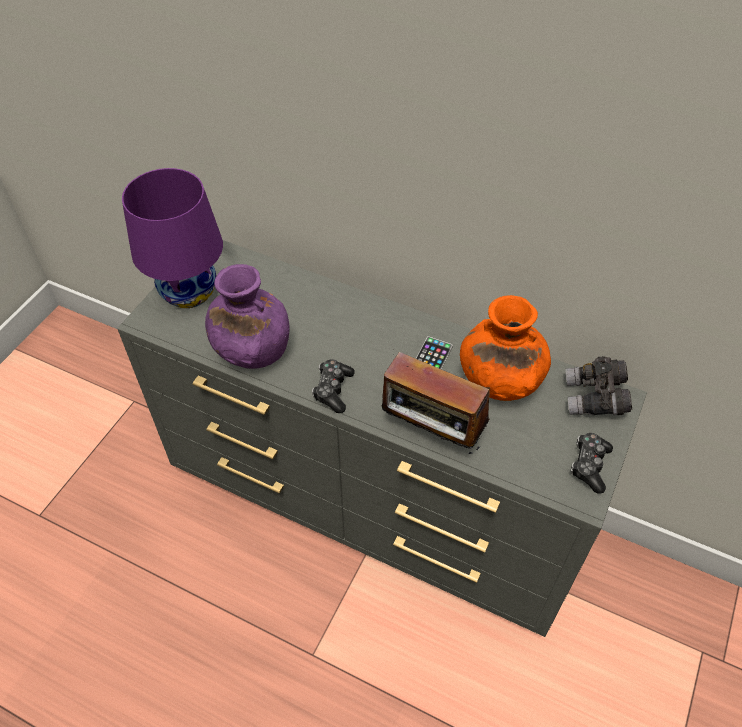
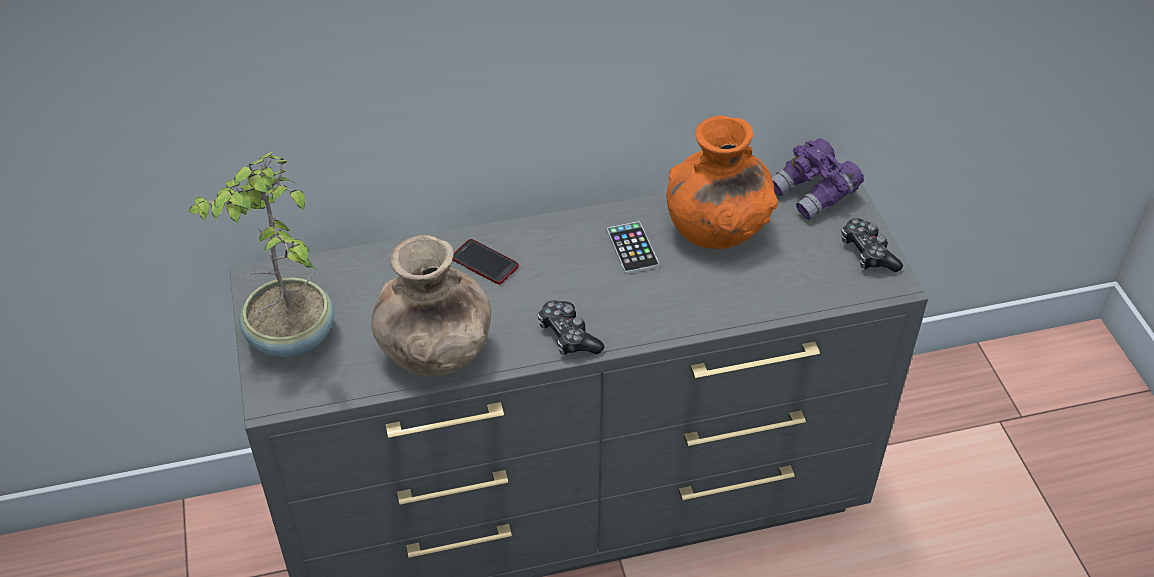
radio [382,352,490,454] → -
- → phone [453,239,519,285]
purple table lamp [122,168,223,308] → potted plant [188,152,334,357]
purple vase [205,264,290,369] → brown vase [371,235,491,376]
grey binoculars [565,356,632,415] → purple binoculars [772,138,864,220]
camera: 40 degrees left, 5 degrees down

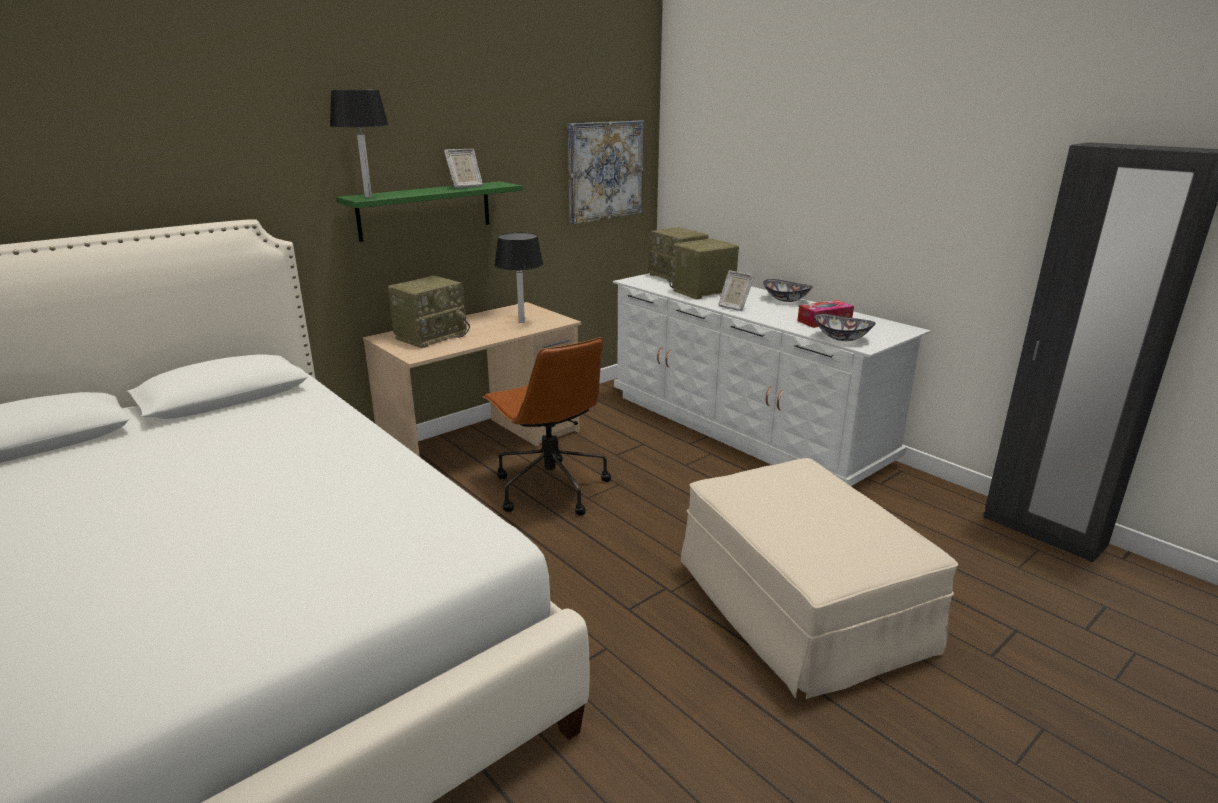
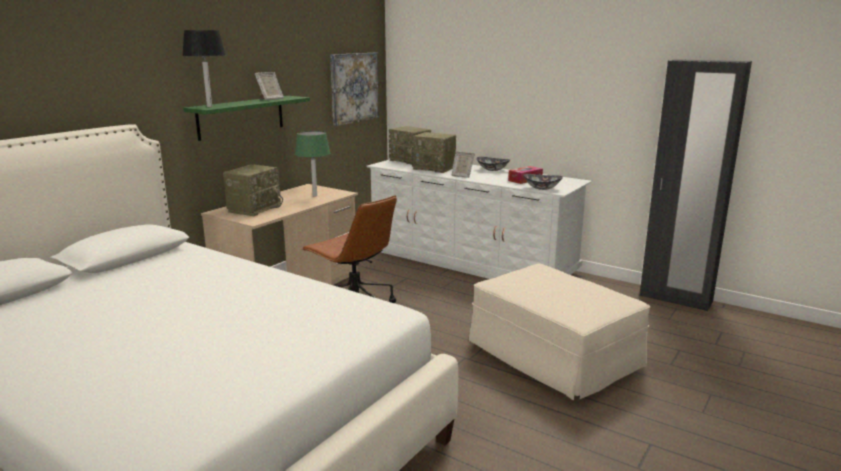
black table lamp [494,232,543,323] → green table lamp [295,131,331,196]
radio [669,239,739,300] → radio [412,132,456,173], 105 degrees counterclockwise
camera: 15 degrees left, 5 degrees down

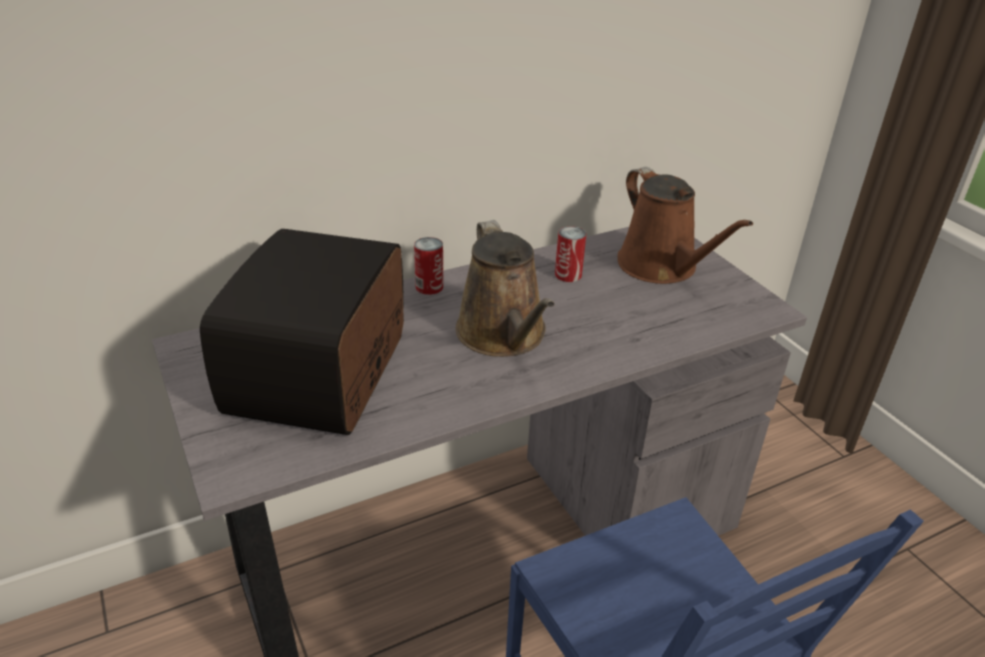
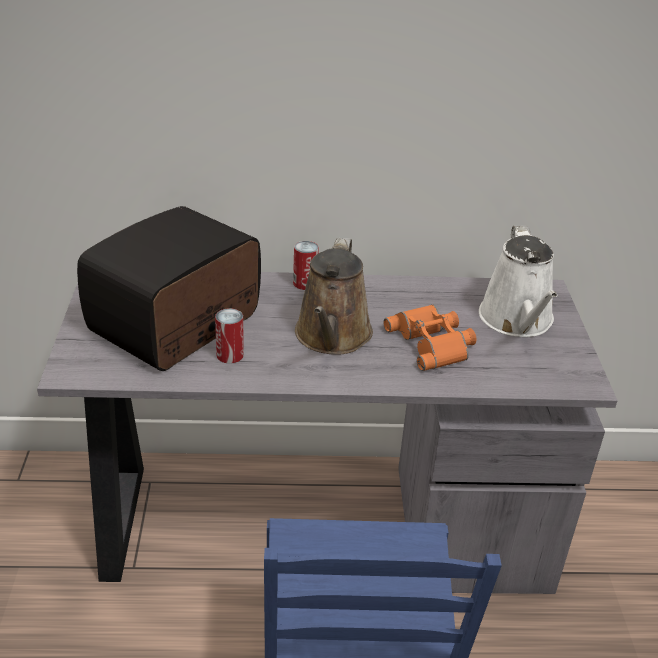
- → orange binoculars [383,305,476,371]
can [555,226,586,282] → can [215,308,244,364], move
brown watering can [618,167,753,284] → white watering can [479,226,557,337]
camera: 25 degrees right, 0 degrees up

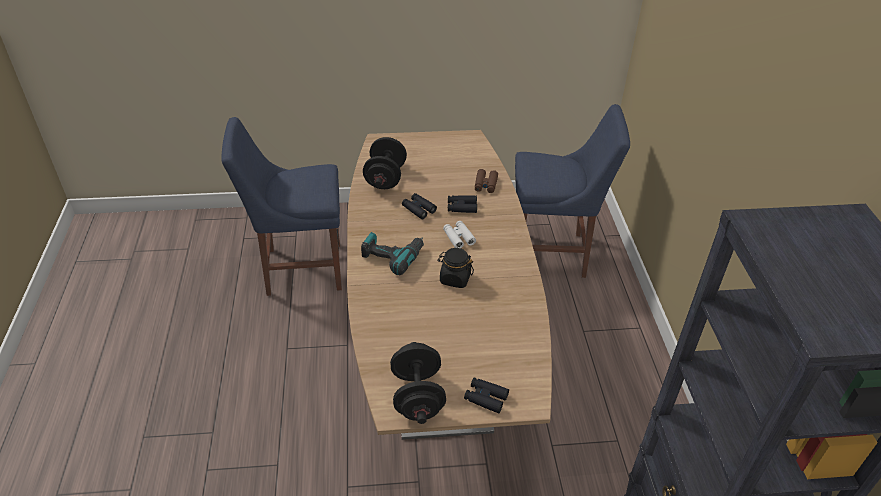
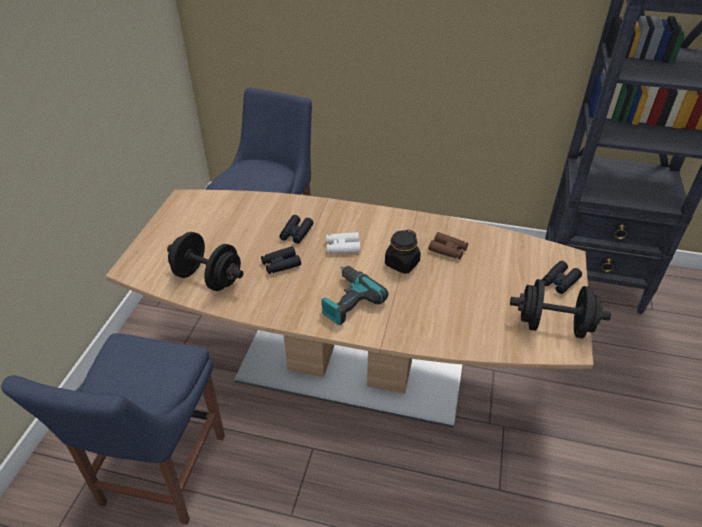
brown binoculars [475,169,498,193] → brown binoculars [429,232,468,259], move
camera: 70 degrees left, 0 degrees up

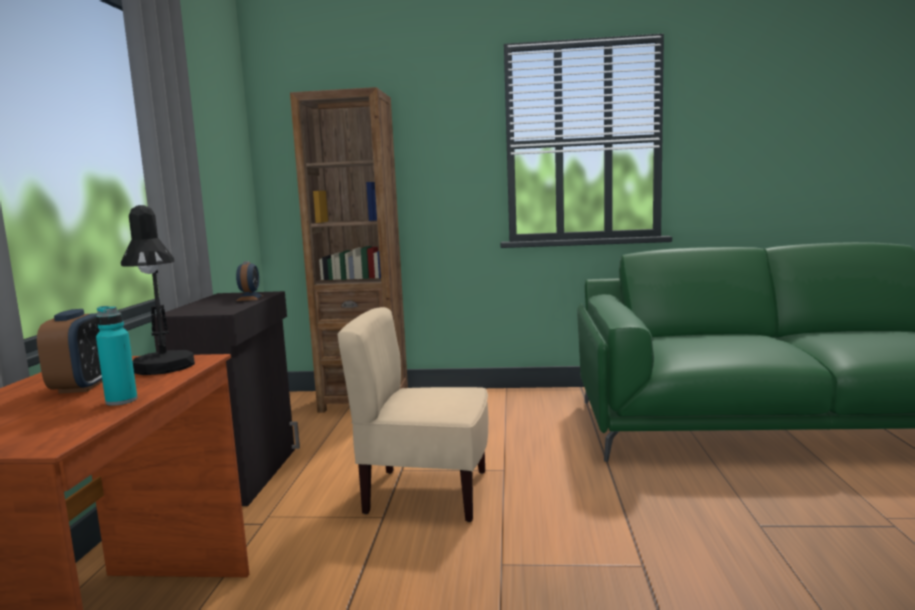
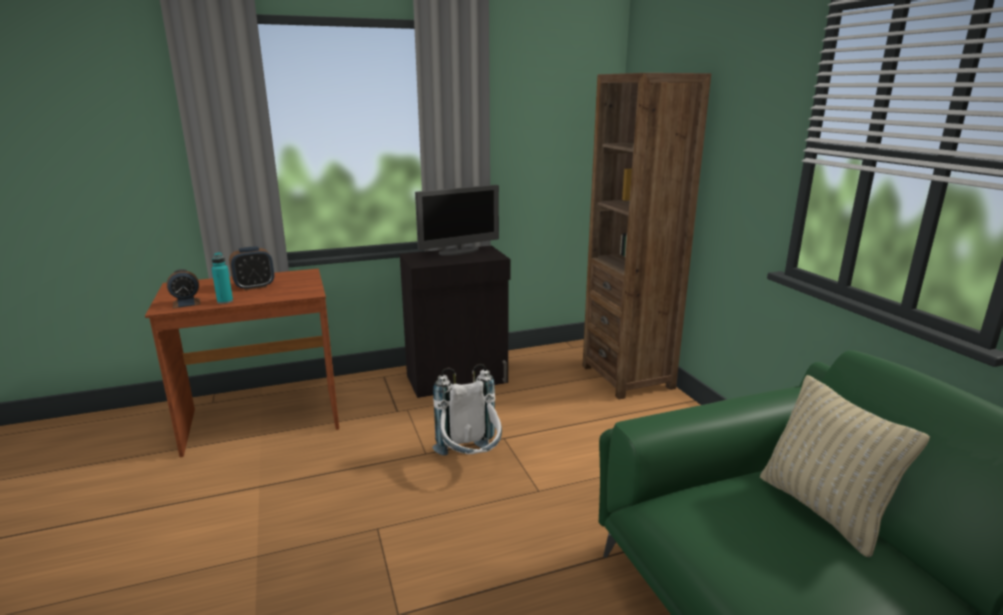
black table lamp [121,205,195,375] → -
- → monitor [415,185,499,256]
- → beige pillow [760,375,930,558]
alarm clock [236,261,264,301] → alarm clock [167,269,201,308], move
beige chair [337,307,489,522] → white backpack [432,364,502,456]
camera: 65 degrees right, 10 degrees up

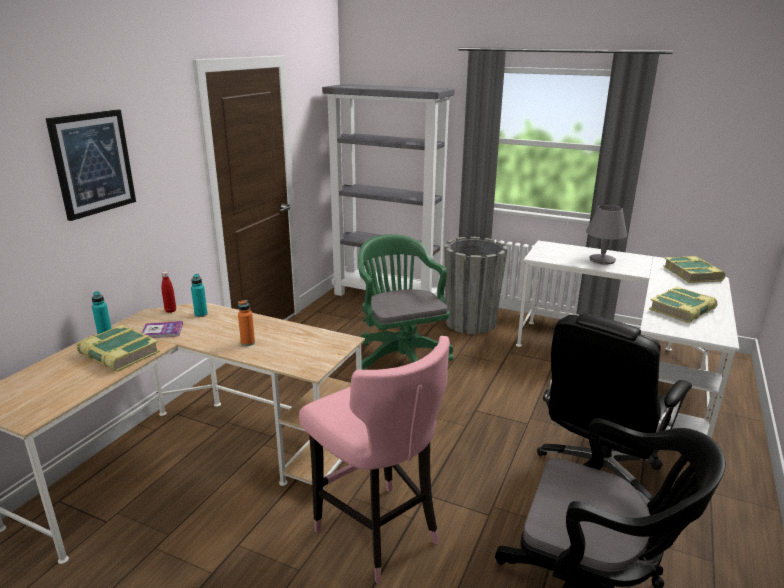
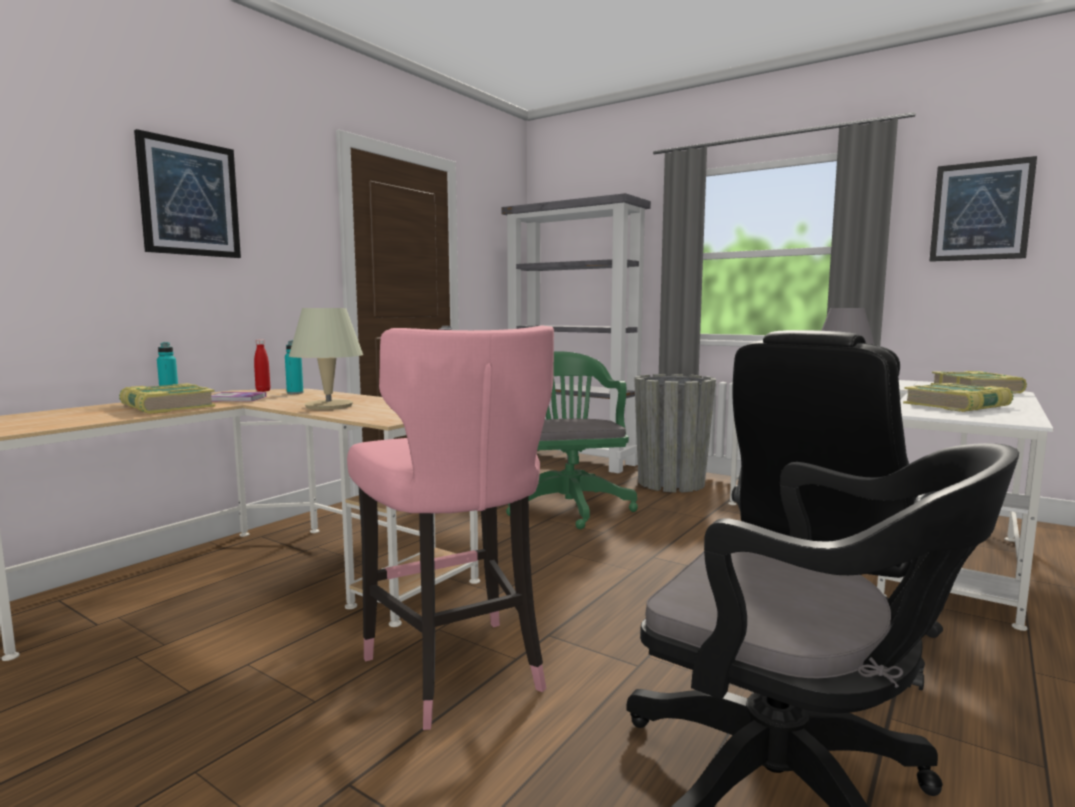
- → picture [930,156,1037,262]
orange bottle [238,300,255,346] → beige table lamp [289,308,363,410]
camera: 10 degrees right, 15 degrees down

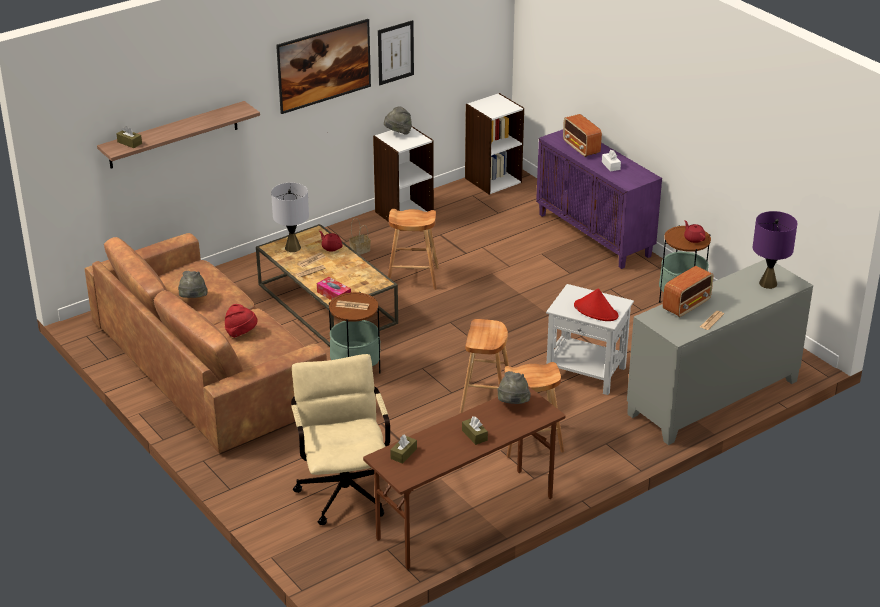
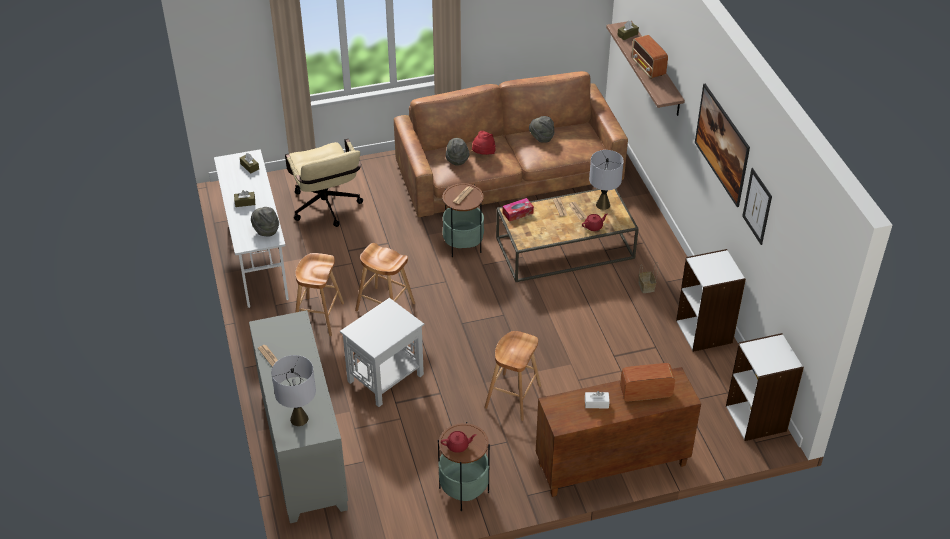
red hat [574,288,618,321] → -
grey hat [384,106,412,135] → grey hat [446,138,470,166], move
brown stool [388,209,439,290] → brown stool [484,331,541,421], move
radio [663,266,713,317] → radio [632,35,668,79], move
brown desk [363,386,566,570] → white desk [214,150,289,308]
purple cabinet [536,129,662,269] → brown cabinet [536,367,701,497]
purple table lamp [753,211,797,289] → grey table lamp [271,355,316,426]
beige office chair [291,354,390,525] → beige office chair [285,139,363,227], 60 degrees clockwise
camera: 110 degrees right, 10 degrees up

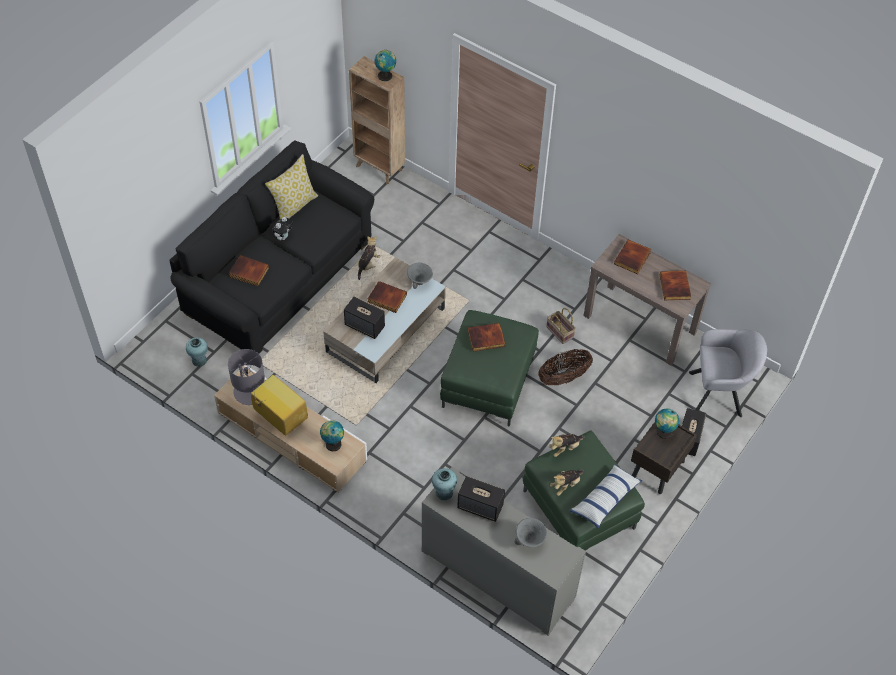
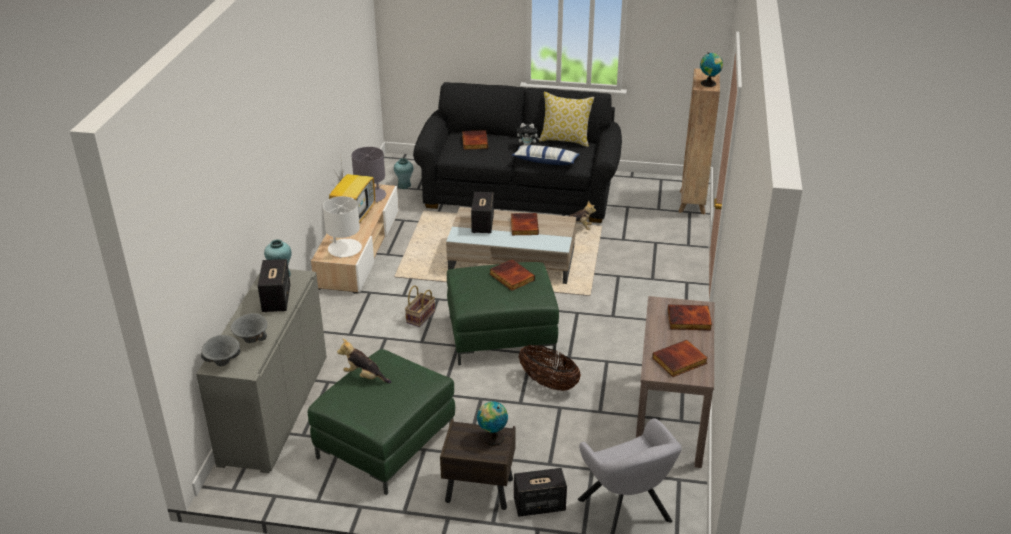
plush toy [549,434,584,457] → -
grey bowl [407,262,433,289] → grey bowl [201,335,241,366], move
basket [546,308,576,344] → basket [405,285,435,327], move
pillow [570,464,643,528] → pillow [512,145,580,165], move
globe [320,420,344,452] → white table lamp [323,196,362,258]
camera: 65 degrees right, 20 degrees down

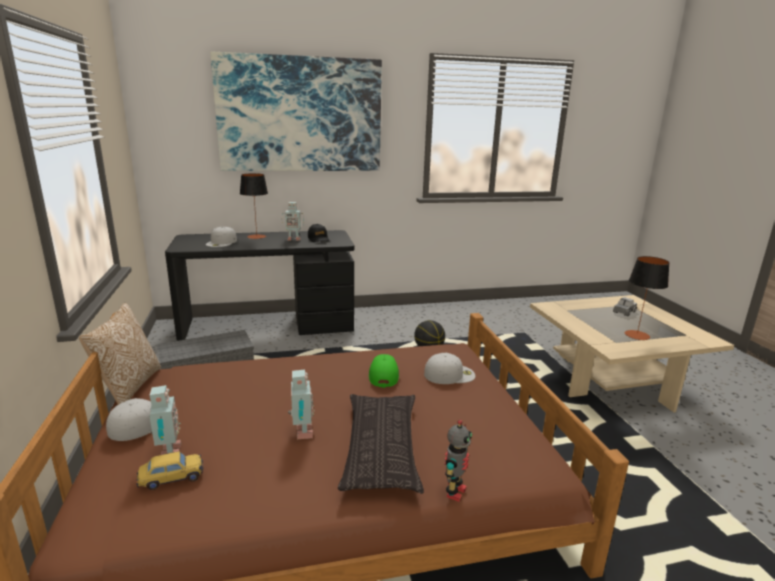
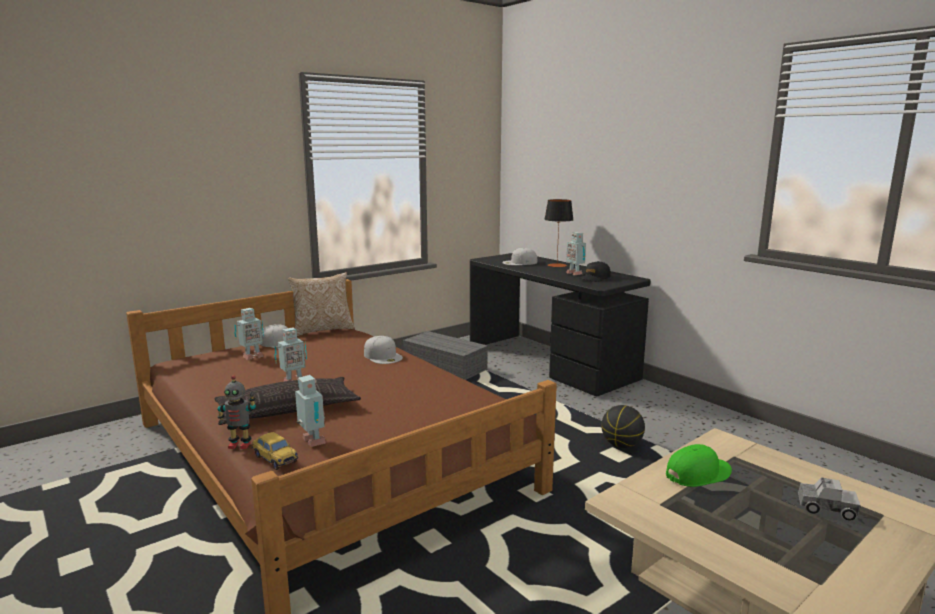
picture [210,51,382,171] → -
table lamp [625,256,670,340] → -
- → toy robot [295,375,326,447]
toy car [136,452,204,490] → toy car [252,432,298,470], move
green cap [369,354,399,388] → green cap [666,444,732,487], move
white cap [424,353,475,384] → white cap [364,336,403,364], move
camera: 65 degrees right, 5 degrees down

